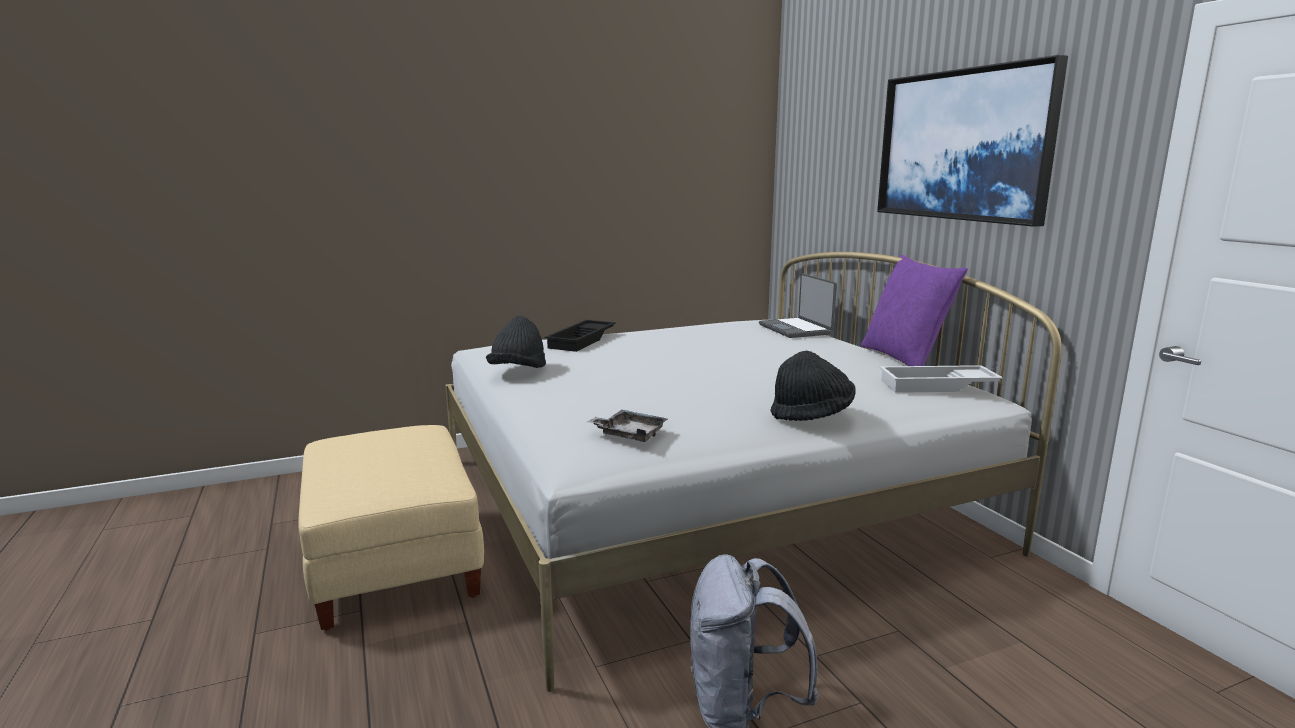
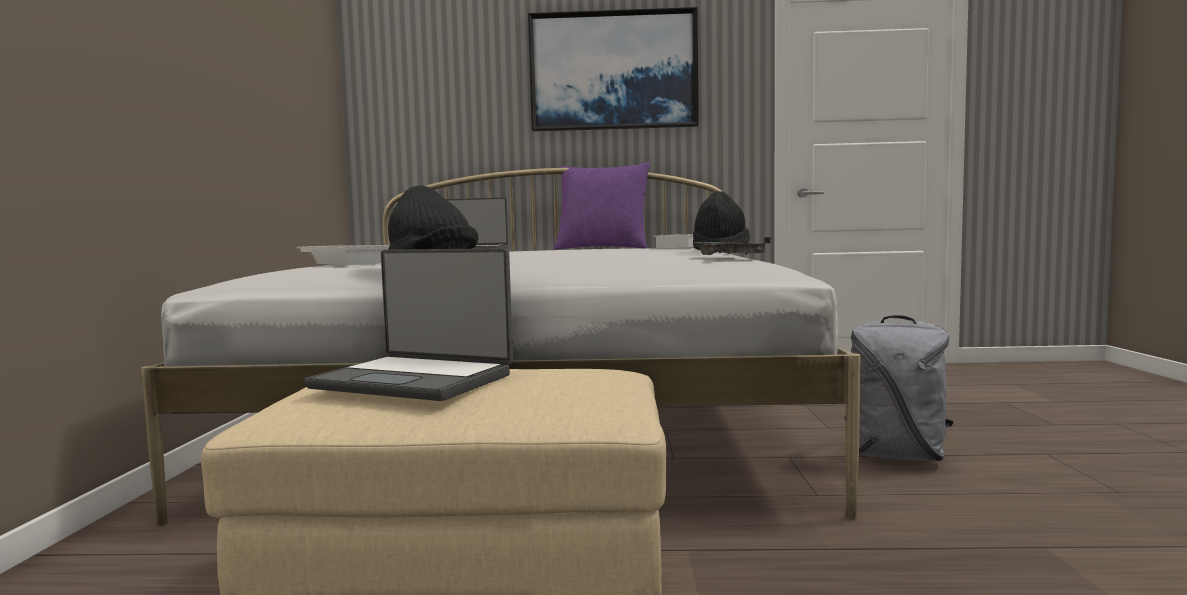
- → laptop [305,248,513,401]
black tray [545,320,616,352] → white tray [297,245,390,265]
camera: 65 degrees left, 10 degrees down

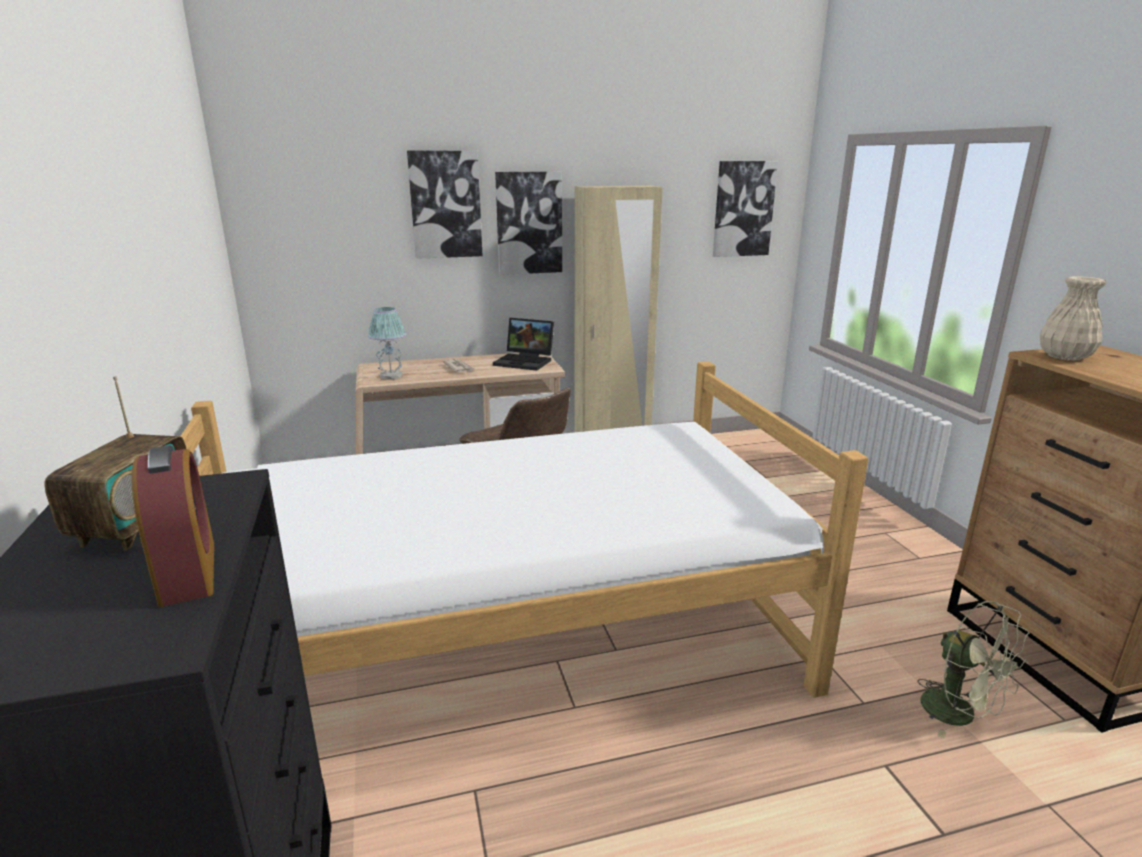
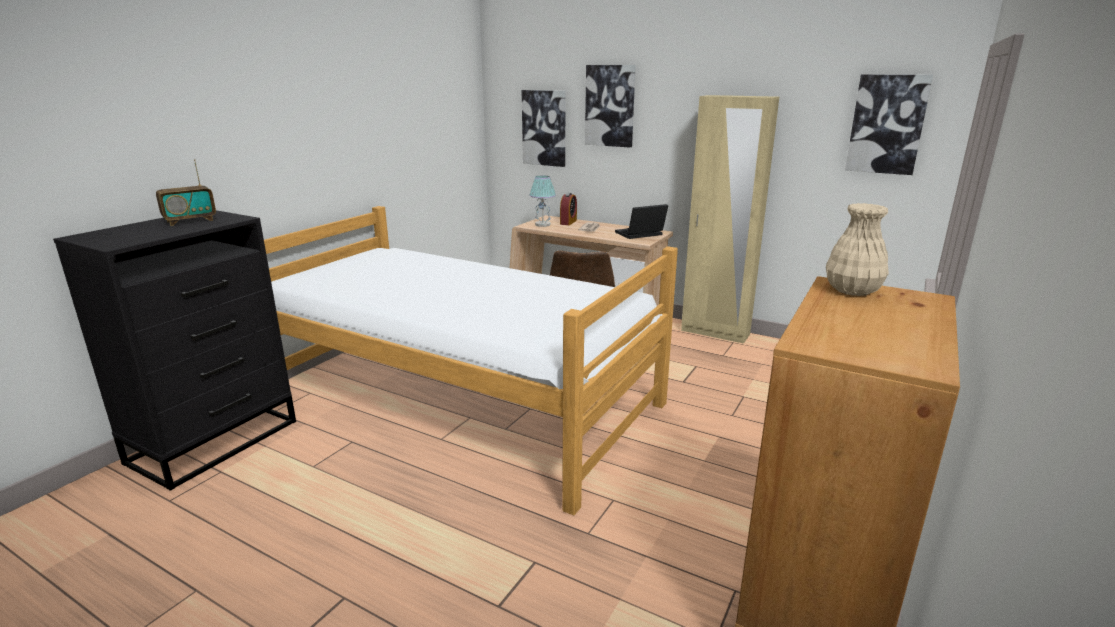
green fan [917,601,1030,739] → -
alarm clock [131,445,214,607] → alarm clock [560,193,577,225], move
picture [495,171,562,275] → picture [522,90,566,167], move
laptop [493,318,554,371] → laptop [615,204,668,239], 90 degrees clockwise
camera: 45 degrees right, 0 degrees up

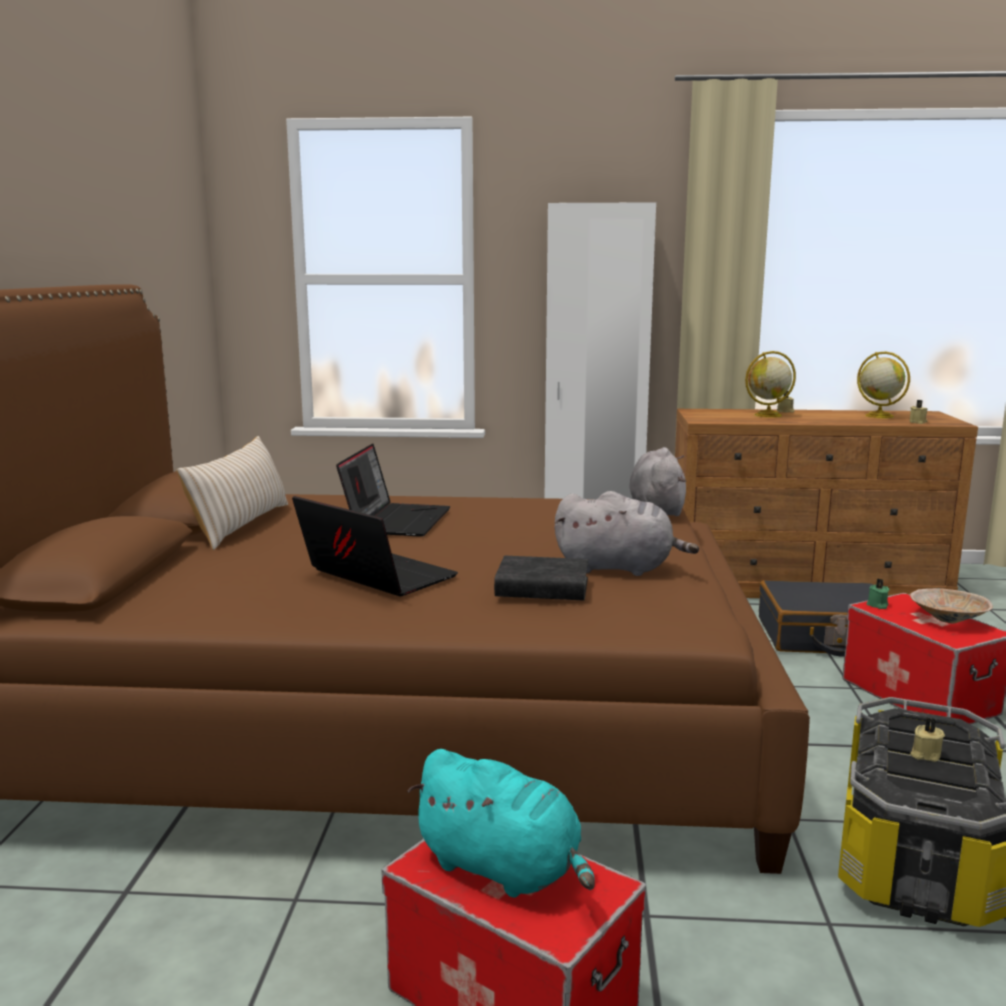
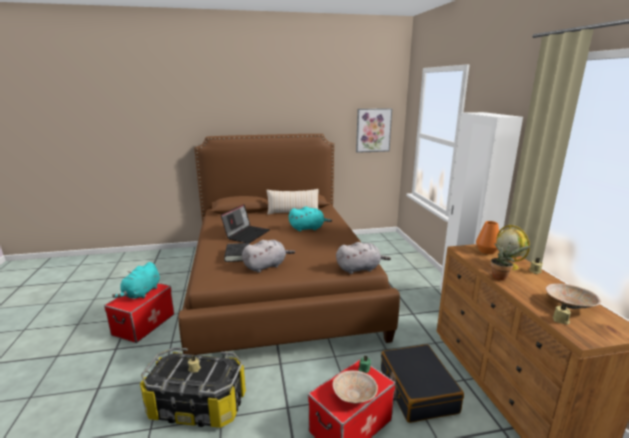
- → picture [356,108,392,153]
- → orange vase [476,221,499,254]
- → potted plant [490,241,532,281]
laptop [336,443,450,537] → turquoise plush toy [289,206,332,232]
globe [857,351,910,418] → beige bowl [545,283,601,309]
grey plush toy [555,491,699,576] → grey plush toy [242,240,295,273], 120 degrees counterclockwise
camera: 75 degrees right, 5 degrees up

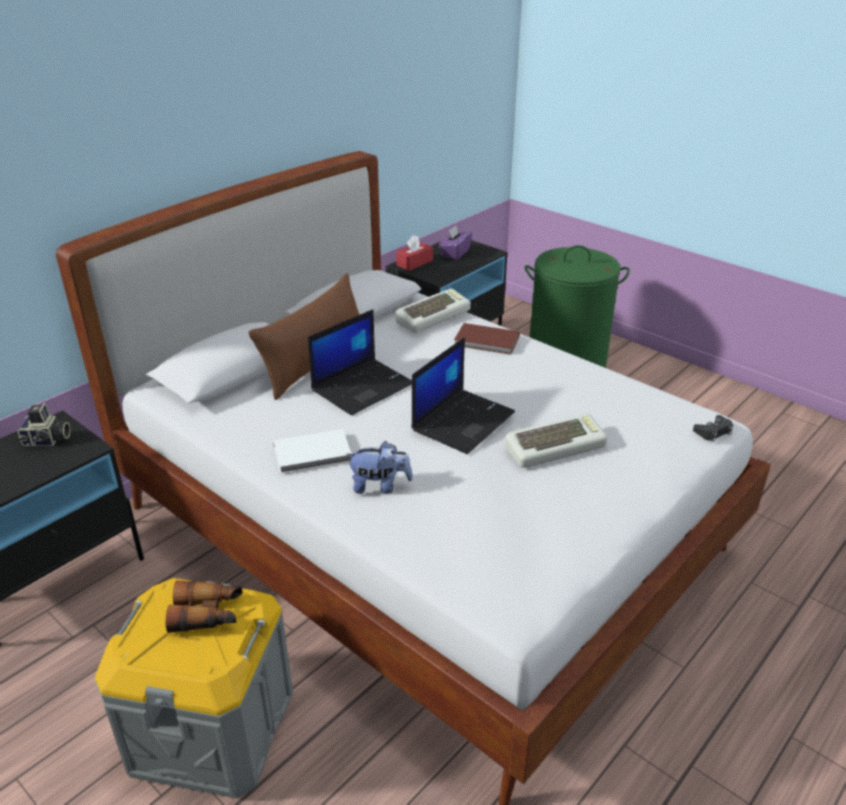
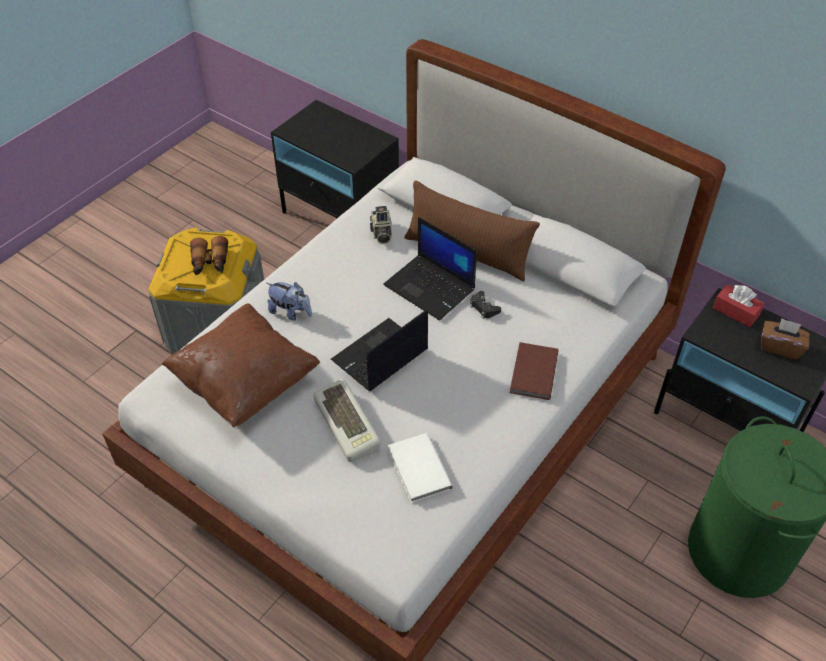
keyboard [396,289,471,333] → -
- → brown pillow [162,303,320,428]
photo camera [18,403,71,446] → photo camera [370,206,392,244], move
white book [273,429,351,474] → white book [388,433,453,503], move
black game controller [693,415,733,442] → black game controller [469,291,501,319], move
purple tissue box [439,225,472,260] → brown tissue box [761,318,810,360]
plush toy [346,441,413,494] → plush toy [267,282,312,320], 60 degrees counterclockwise
laptop [411,337,515,454] → laptop [331,309,428,391], 105 degrees clockwise
camera: 85 degrees right, 15 degrees up

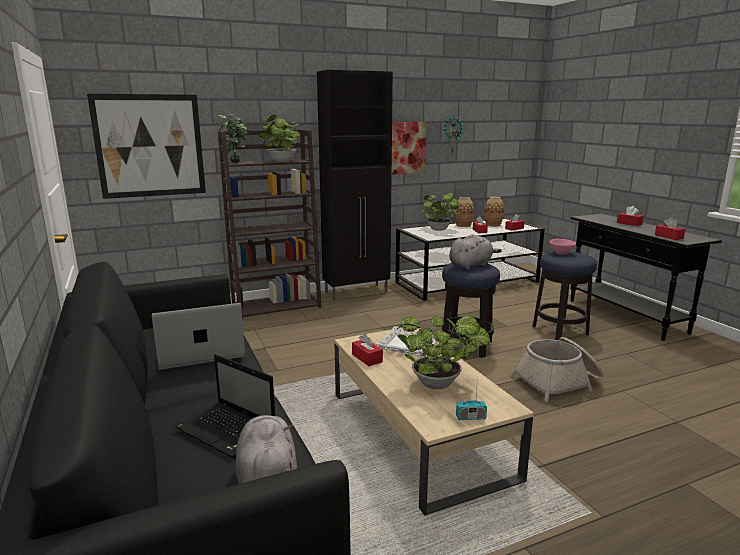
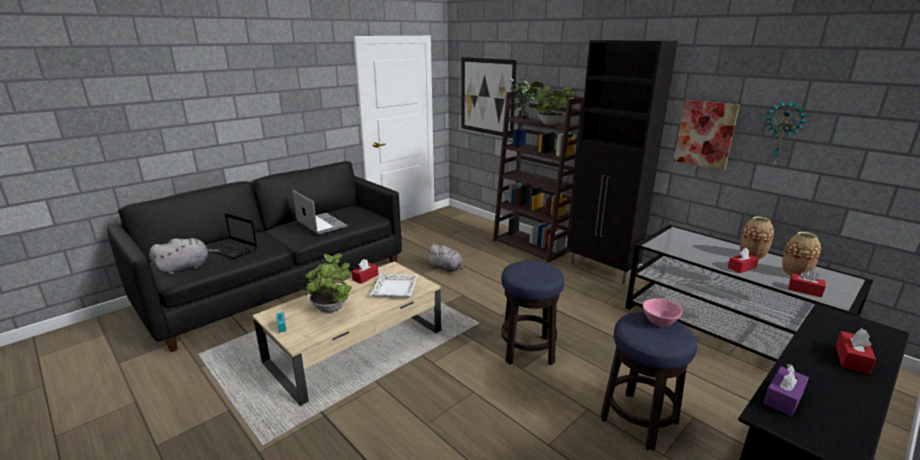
potted plant [421,193,460,231] → -
basket [510,337,603,402] → -
grey plush toy [449,234,502,270] → grey plush toy [427,244,463,273], move
red tissue box [655,217,686,240] → purple tissue box [763,364,809,417]
laptop [175,354,275,458] → laptop [207,213,258,259], 75 degrees counterclockwise
camera: 70 degrees right, 5 degrees up

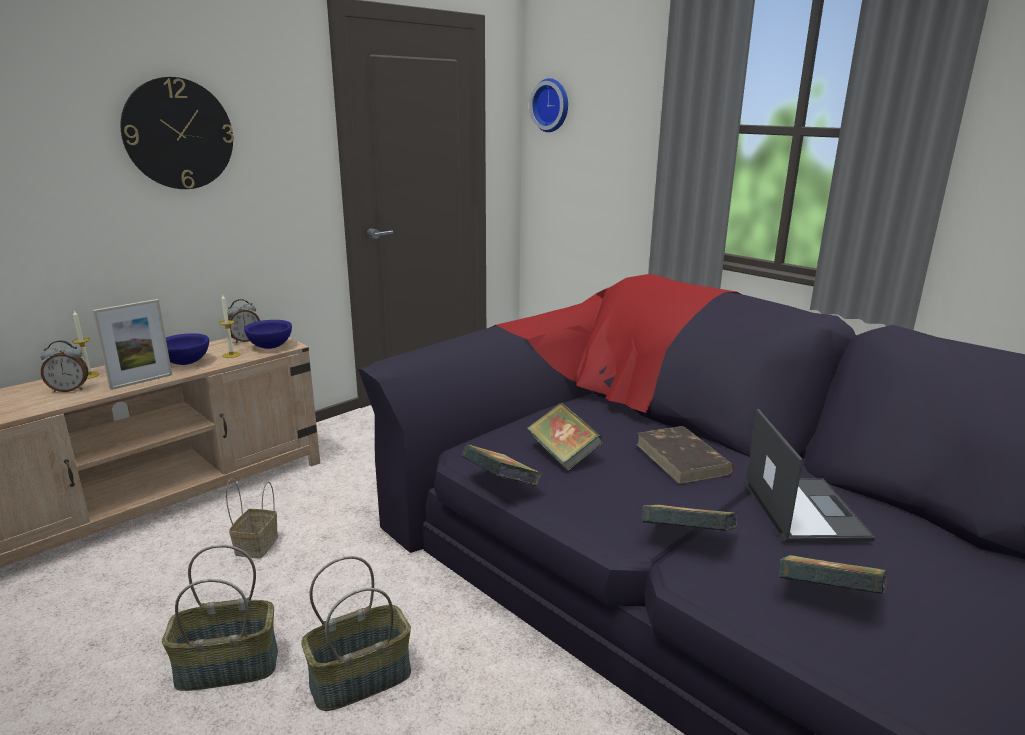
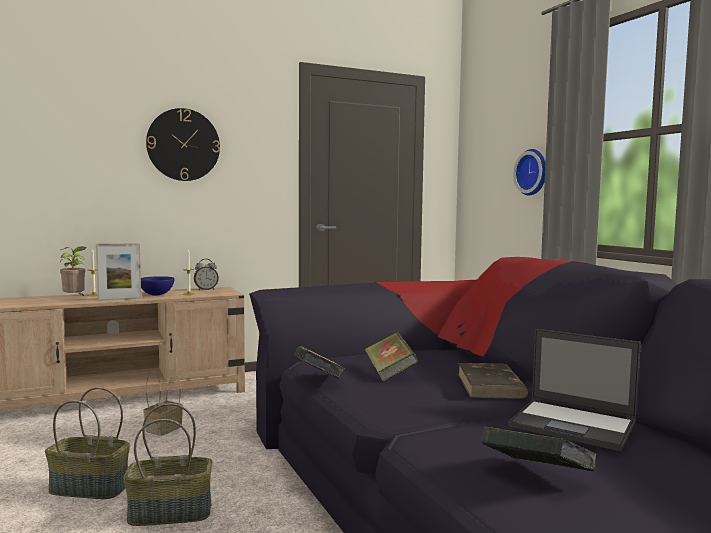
blue bowl [244,320,292,349] → -
book [642,504,737,531] → -
wall clock [529,78,568,132] → wall clock [513,149,546,195], move
alarm clock [41,340,88,392] → potted plant [60,246,87,297]
laptop [745,409,875,542] → laptop [508,329,641,451], 105 degrees clockwise
camera: 20 degrees right, 15 degrees down

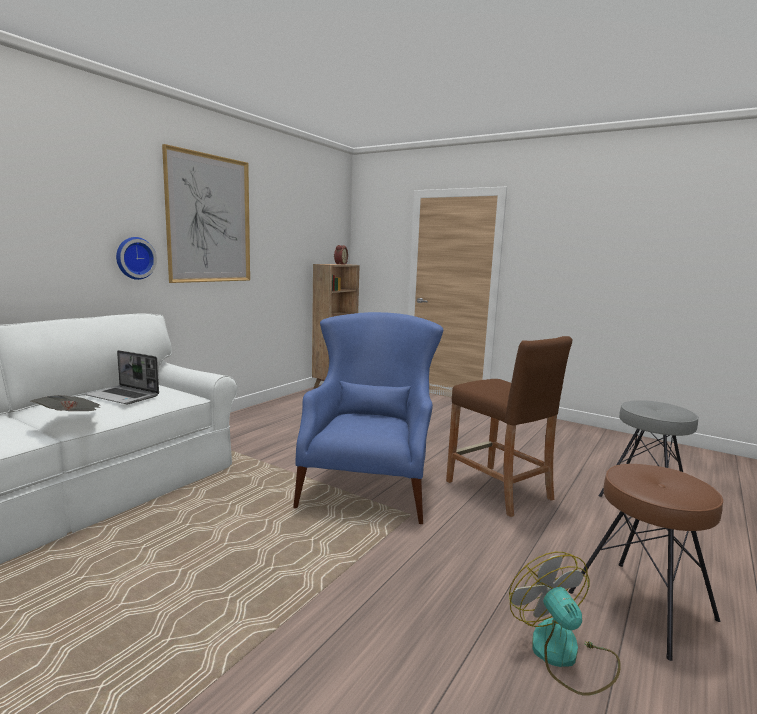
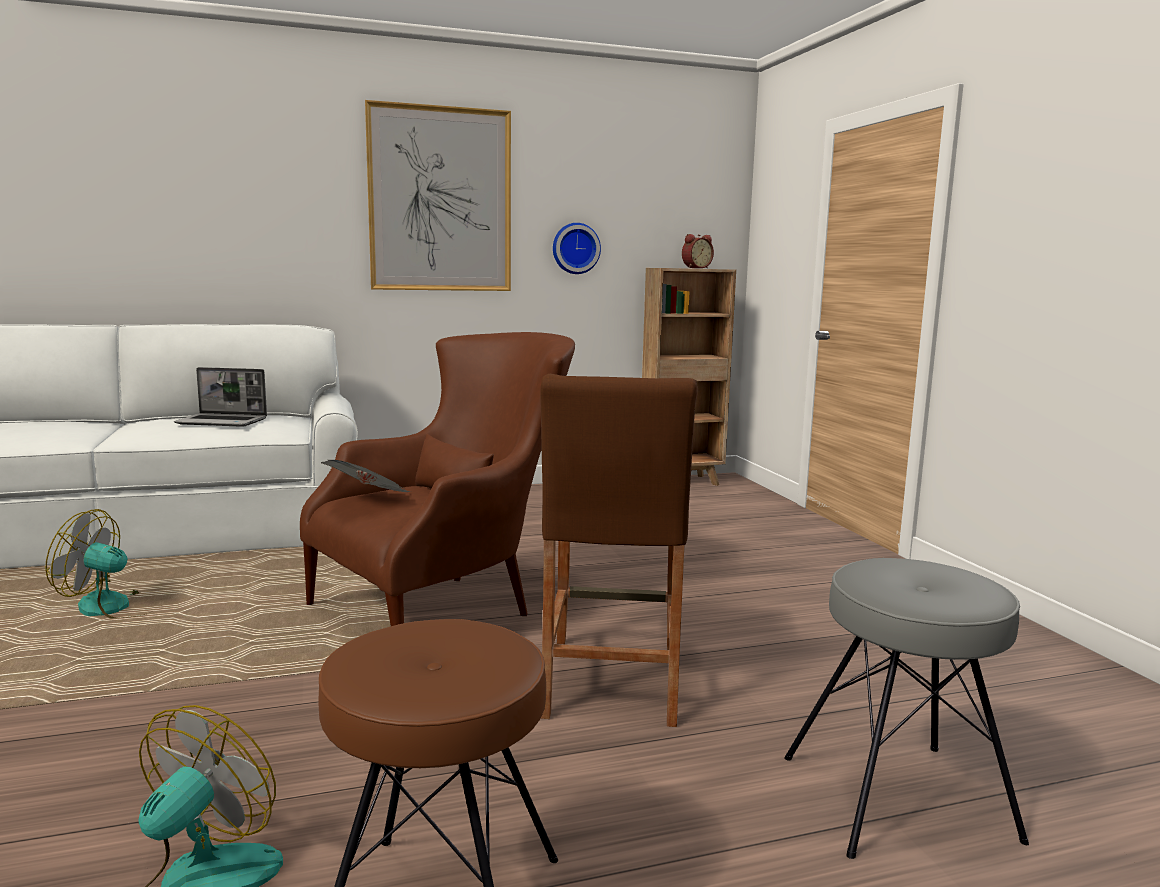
- → fan [45,509,153,619]
newspaper [31,395,101,411] → newspaper [321,460,410,492], move
wall clock [116,237,157,280] → wall clock [553,223,601,274], move
blue armchair [293,312,443,524] → brown armchair [300,332,575,626]
laptop [85,350,159,404] → laptop [174,367,267,427], 60 degrees counterclockwise
camera: 40 degrees right, 0 degrees up

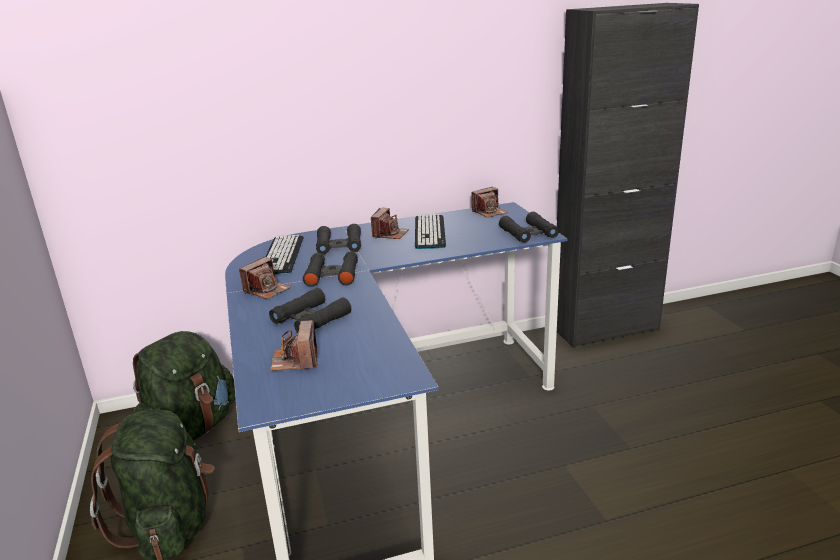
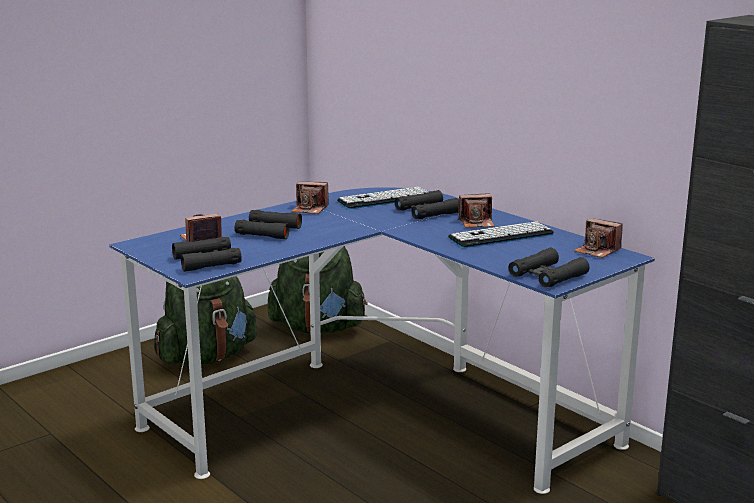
black binoculars [303,251,358,287] → black binoculars [172,237,242,272], move
camera: 65 degrees right, 5 degrees down

